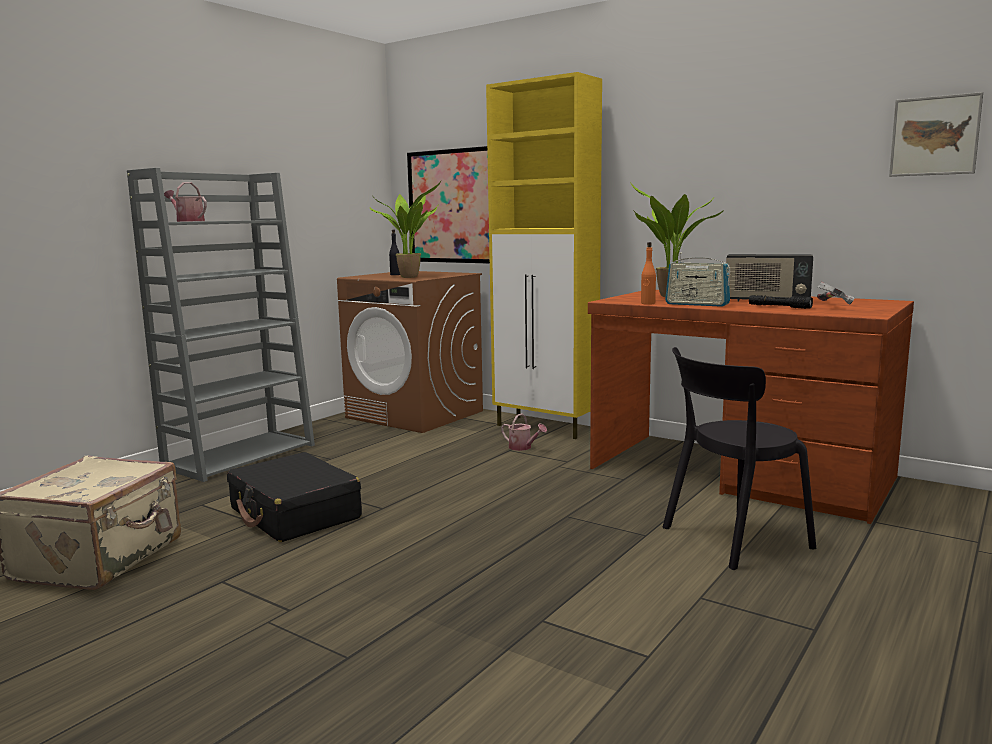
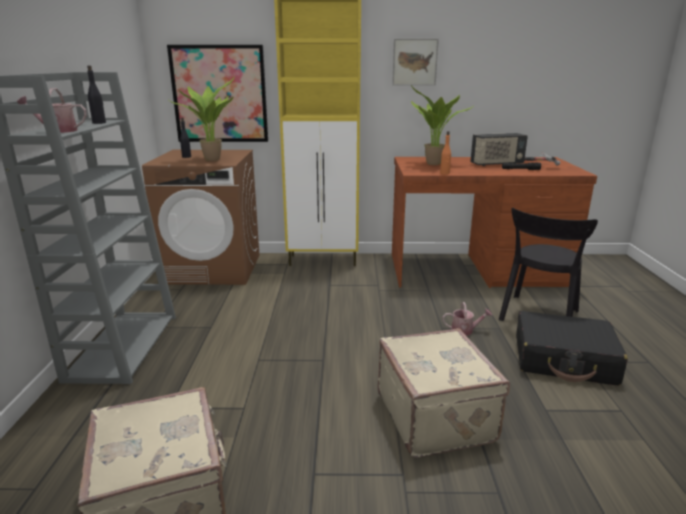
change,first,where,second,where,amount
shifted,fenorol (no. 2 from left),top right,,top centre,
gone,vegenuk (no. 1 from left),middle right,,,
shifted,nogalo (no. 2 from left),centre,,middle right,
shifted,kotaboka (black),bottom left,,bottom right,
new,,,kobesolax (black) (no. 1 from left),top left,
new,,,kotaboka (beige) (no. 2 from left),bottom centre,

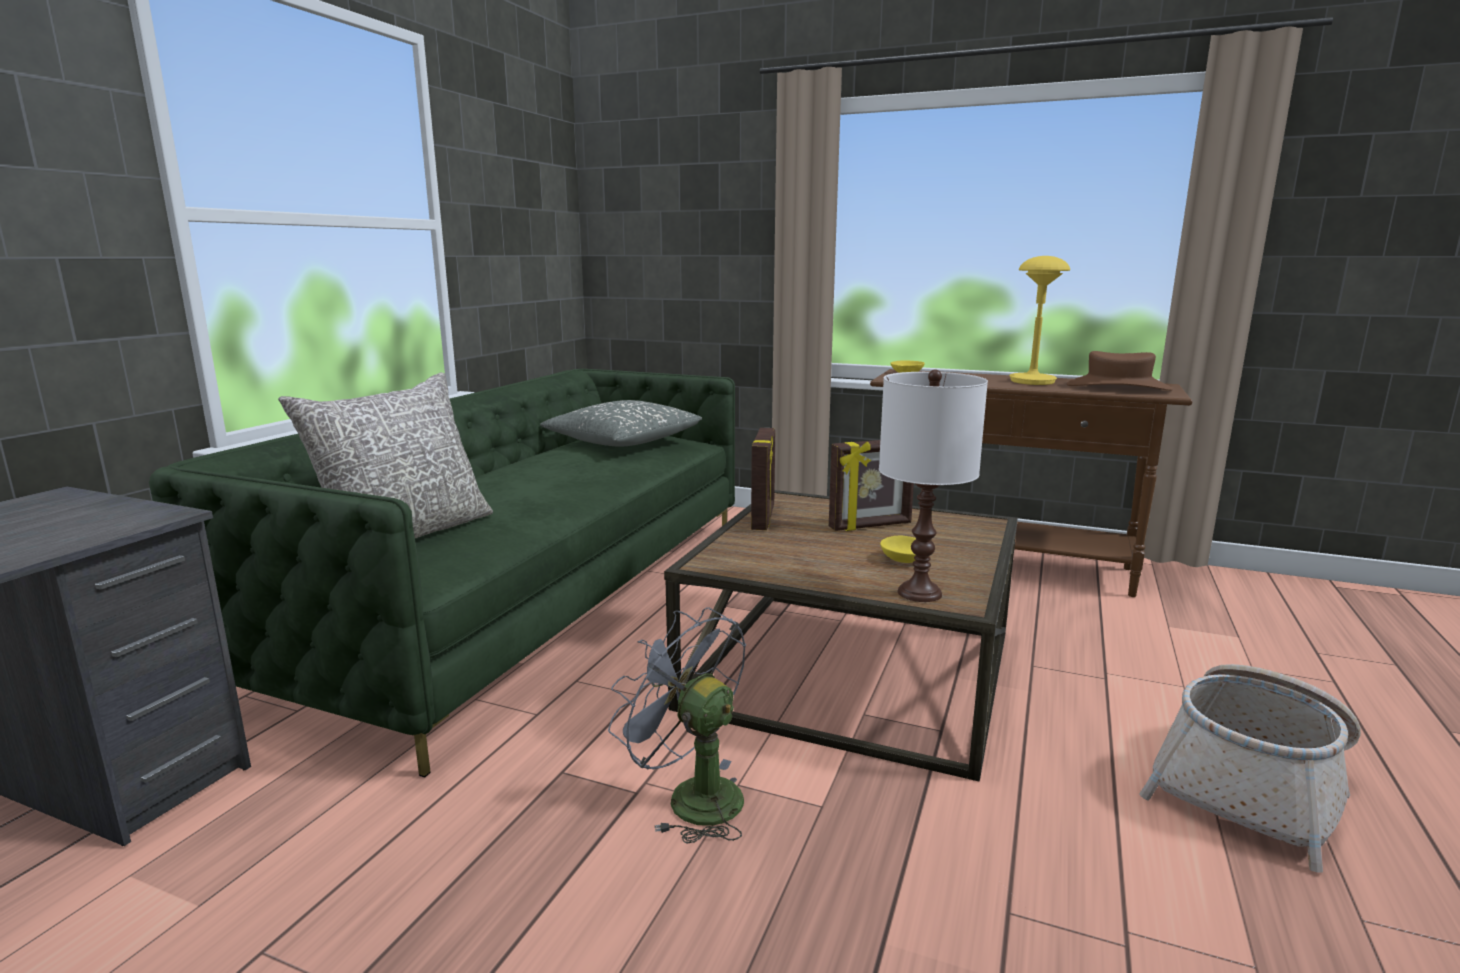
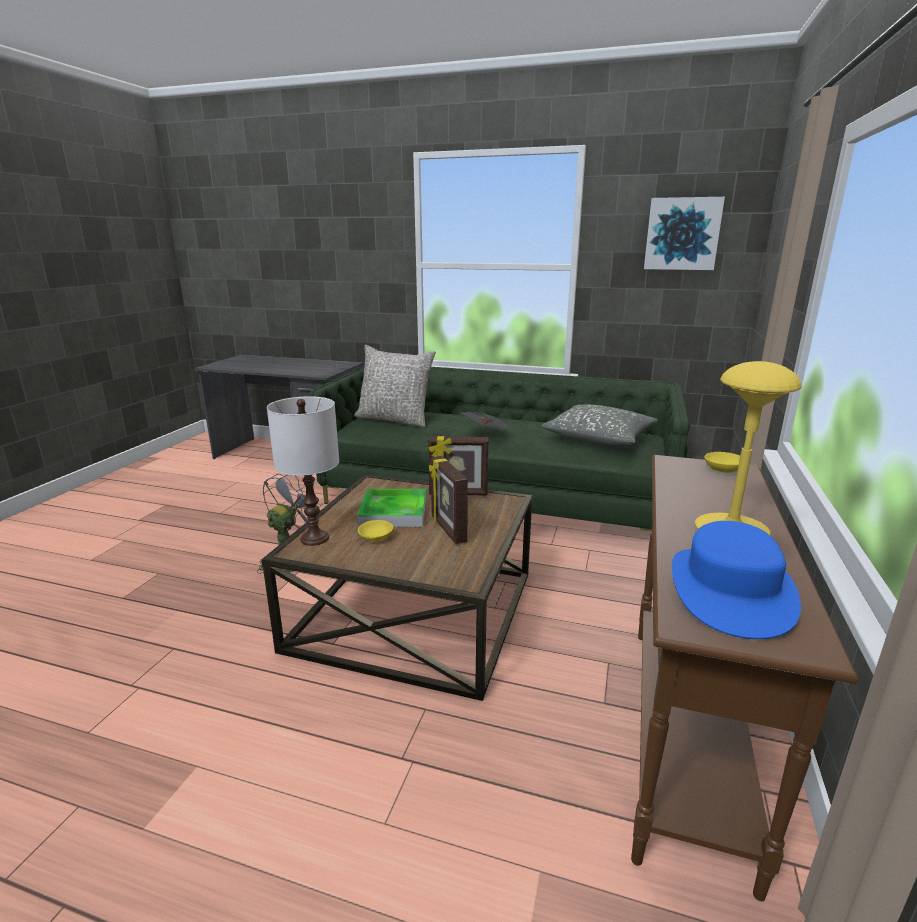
change,first,where,second,where,amount
repainted,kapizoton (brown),middle right,kapizoton (blue),middle right,
gone,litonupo,bottom right,,,
new,,,fenorol,top right,
new,,,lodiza,centre,
new,,,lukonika,centre,

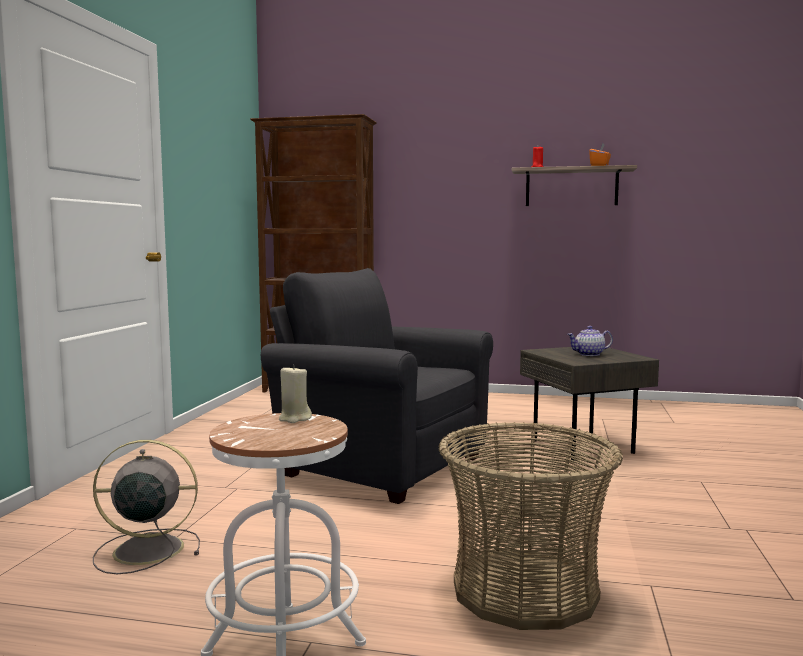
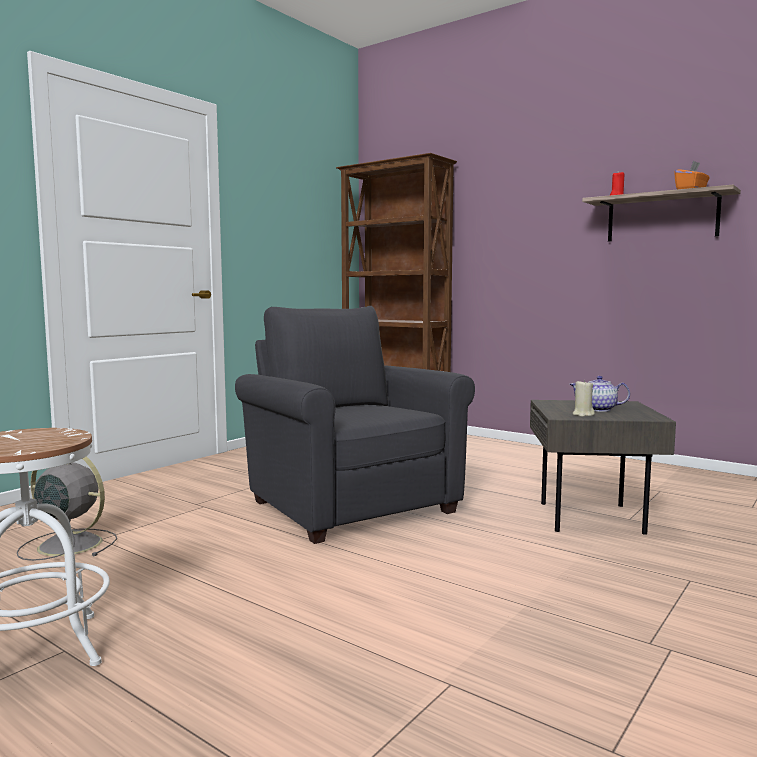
change,first,where,second,where,amount
shifted,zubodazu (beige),centre,,middle right,
gone,litonupo,bottom centre,,,

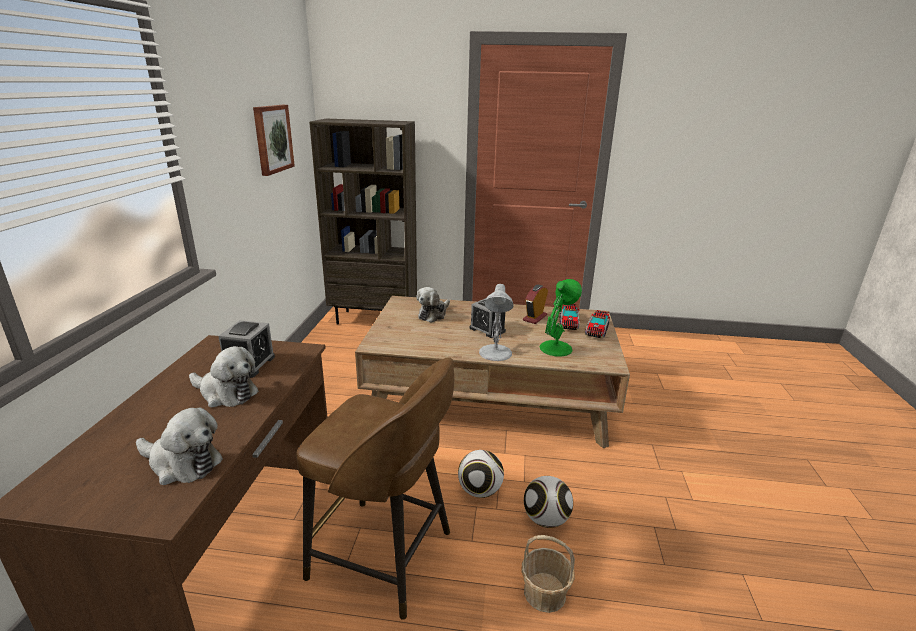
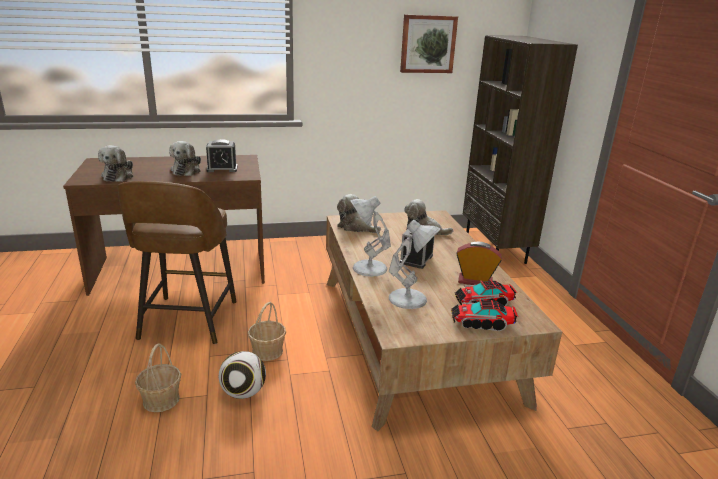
change,first,where,second,where,amount
repainted,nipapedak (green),centre,nipapedak (white) (no. 2 from left),centre,
swapped,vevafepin (no. 1 from left),bottom centre,litonupo (no. 2 from left),bottom centre,
new,,,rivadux (no. 3 from left),centre,

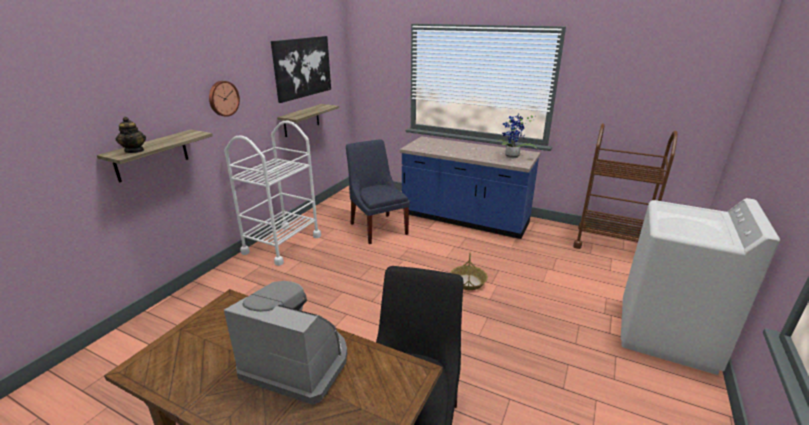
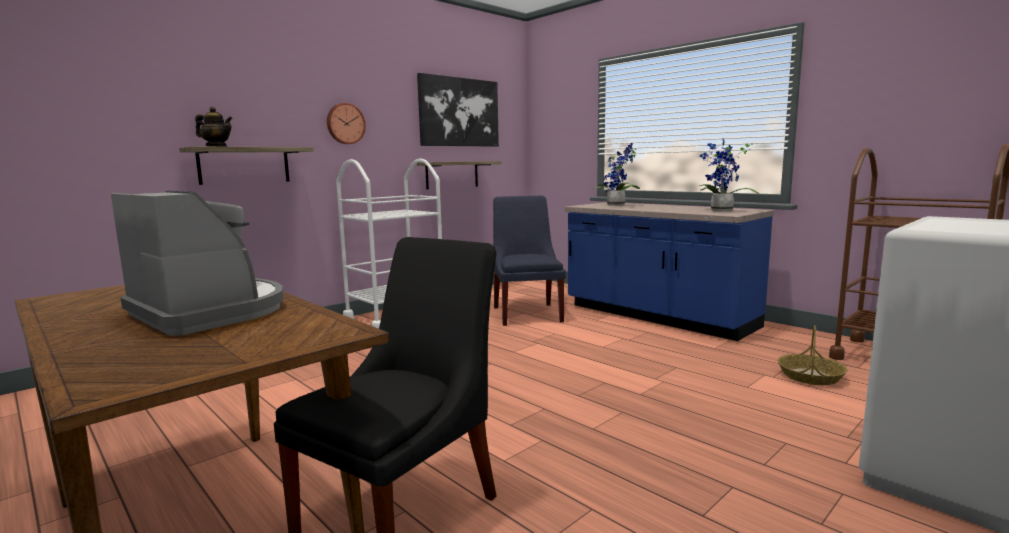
change,first,where,second,where,amount
rotated,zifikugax,top left,,top left,75 degrees counterclockwise
shifted,litonupo,centre,,middle right,
new,,,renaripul (no. 1 from left),top centre,

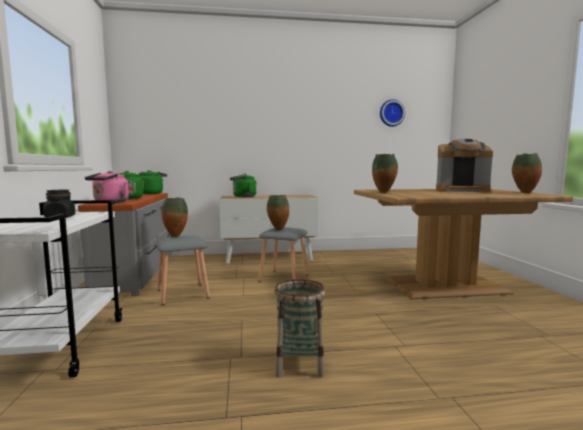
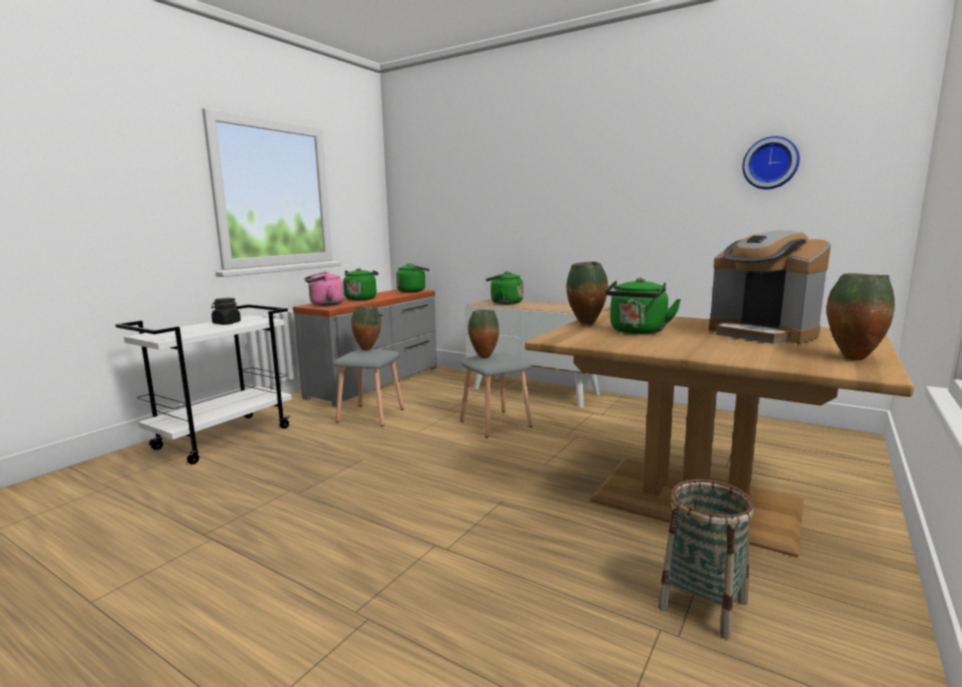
change,first,where,second,where,amount
shifted,litonupo,bottom centre,,bottom right,
new,,,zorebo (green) (no. 4 from left),middle right,

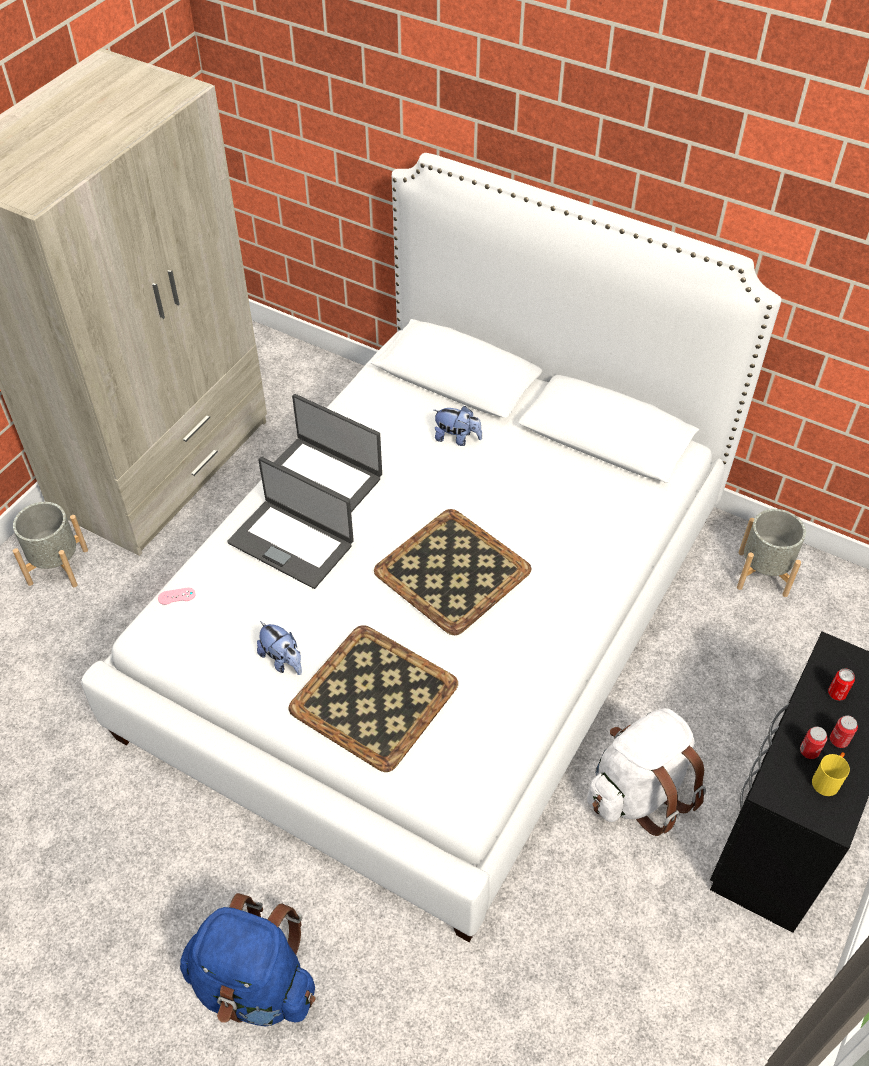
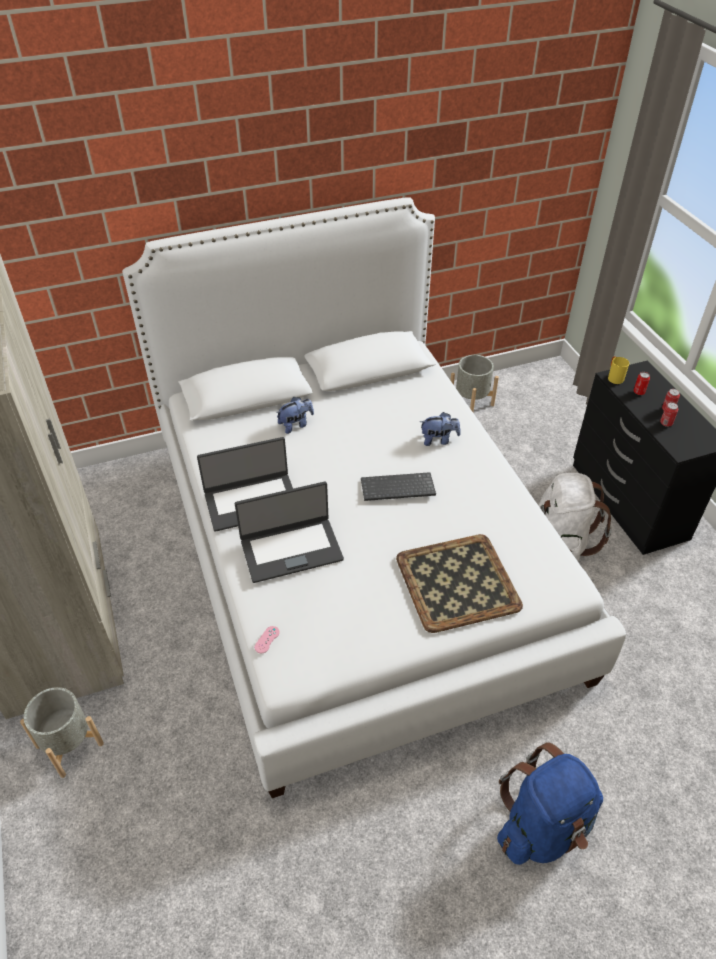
change,first,where,second,where,amount
swapped,lukonika (no. 2 from left),centre,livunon,centre,
shifted,rivadux (no. 1 from left in the first image),middle left,rivadux (no. 2 from left),centre,
shifted,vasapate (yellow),bottom right,,middle right,

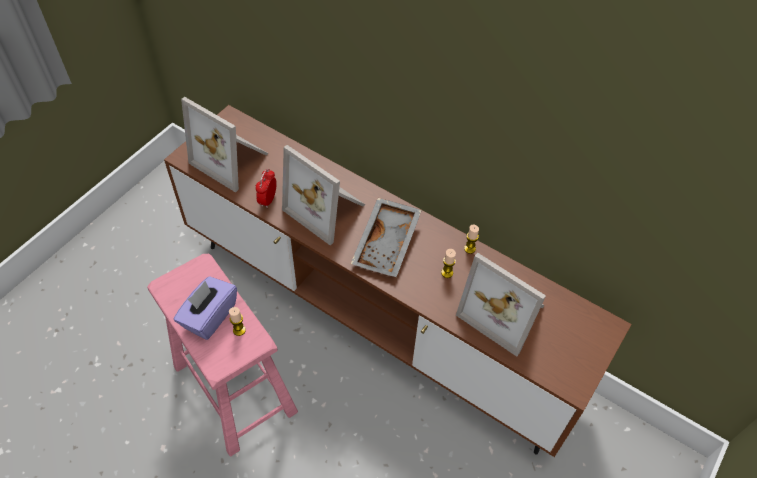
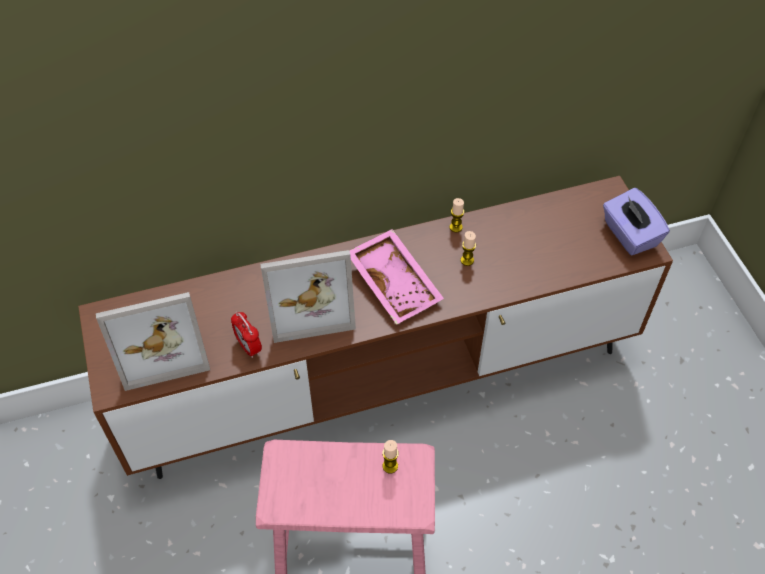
change,first,where,second,where,amount
repainted,lukonika (grey),centre,lukonika (pink),centre,
gone,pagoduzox (no. 3 from left),centre,,,
shifted,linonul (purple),middle left,,middle right,

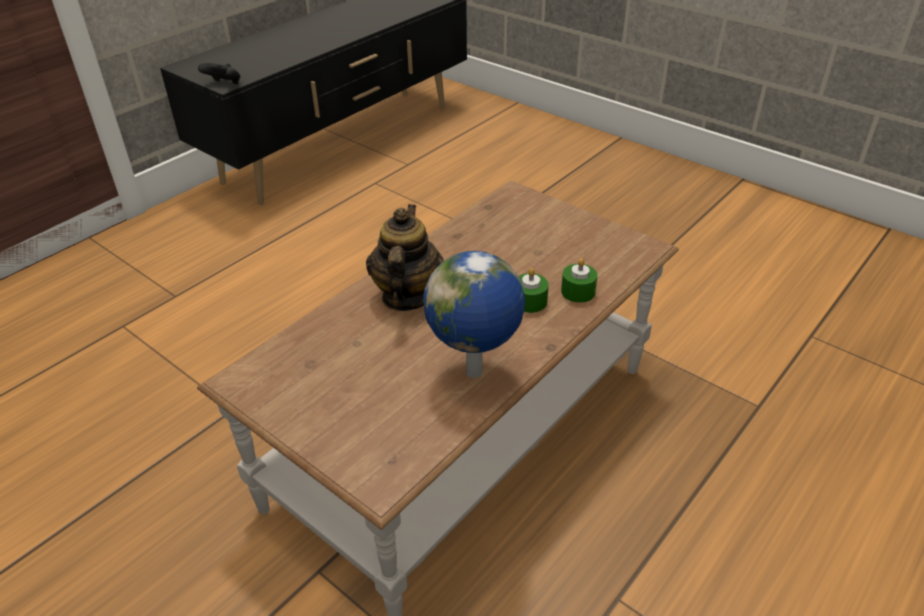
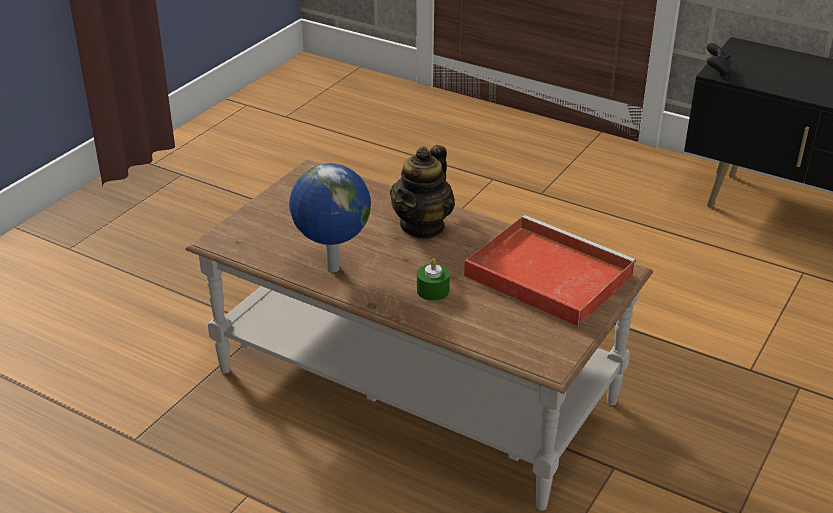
change,first,where,second,where,amount
rotated,zifikugax,centre,,centre,120 degrees clockwise
gone,zubodazu (green) (no. 2 from left),centre,,,
new,,,lukonika (red),centre,

